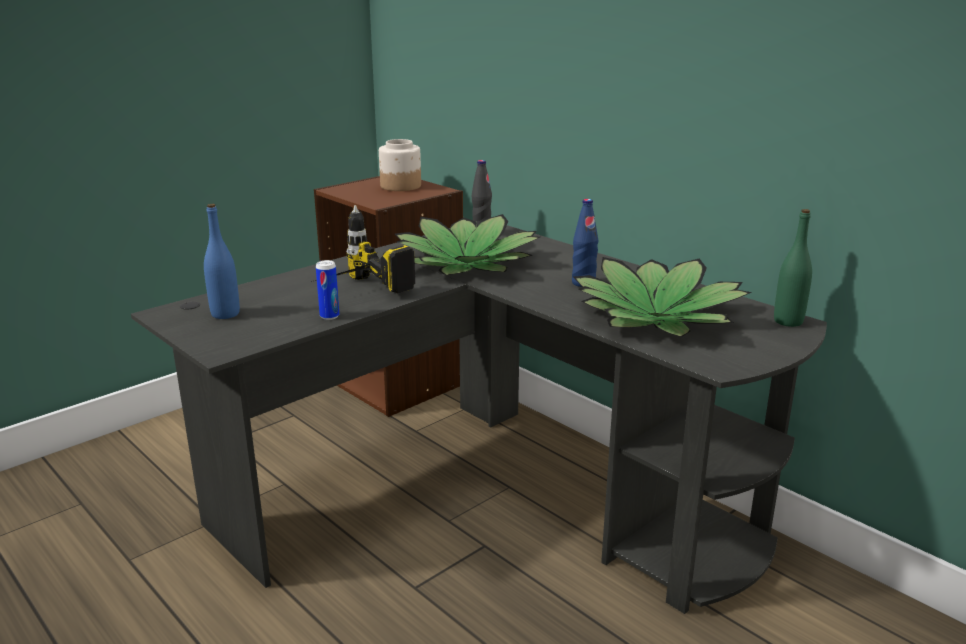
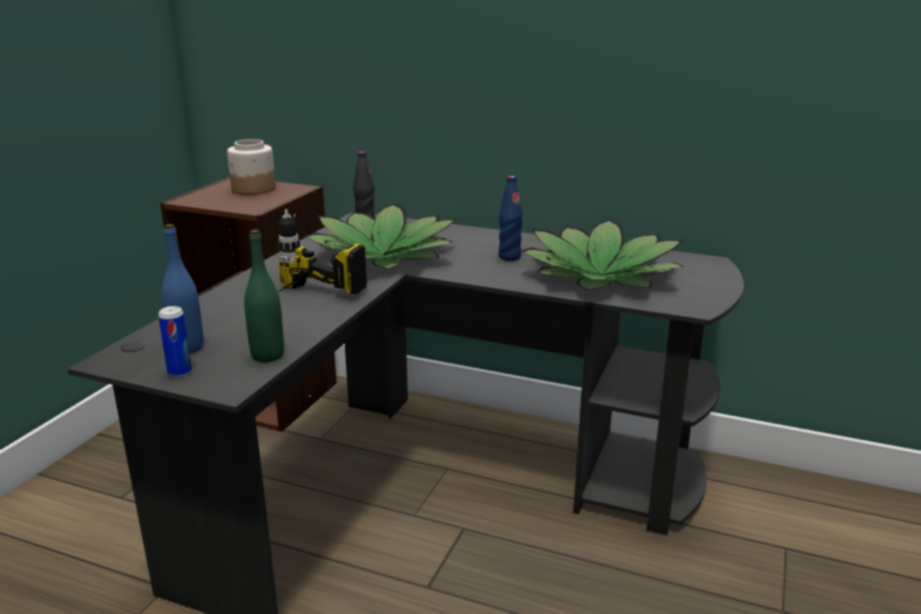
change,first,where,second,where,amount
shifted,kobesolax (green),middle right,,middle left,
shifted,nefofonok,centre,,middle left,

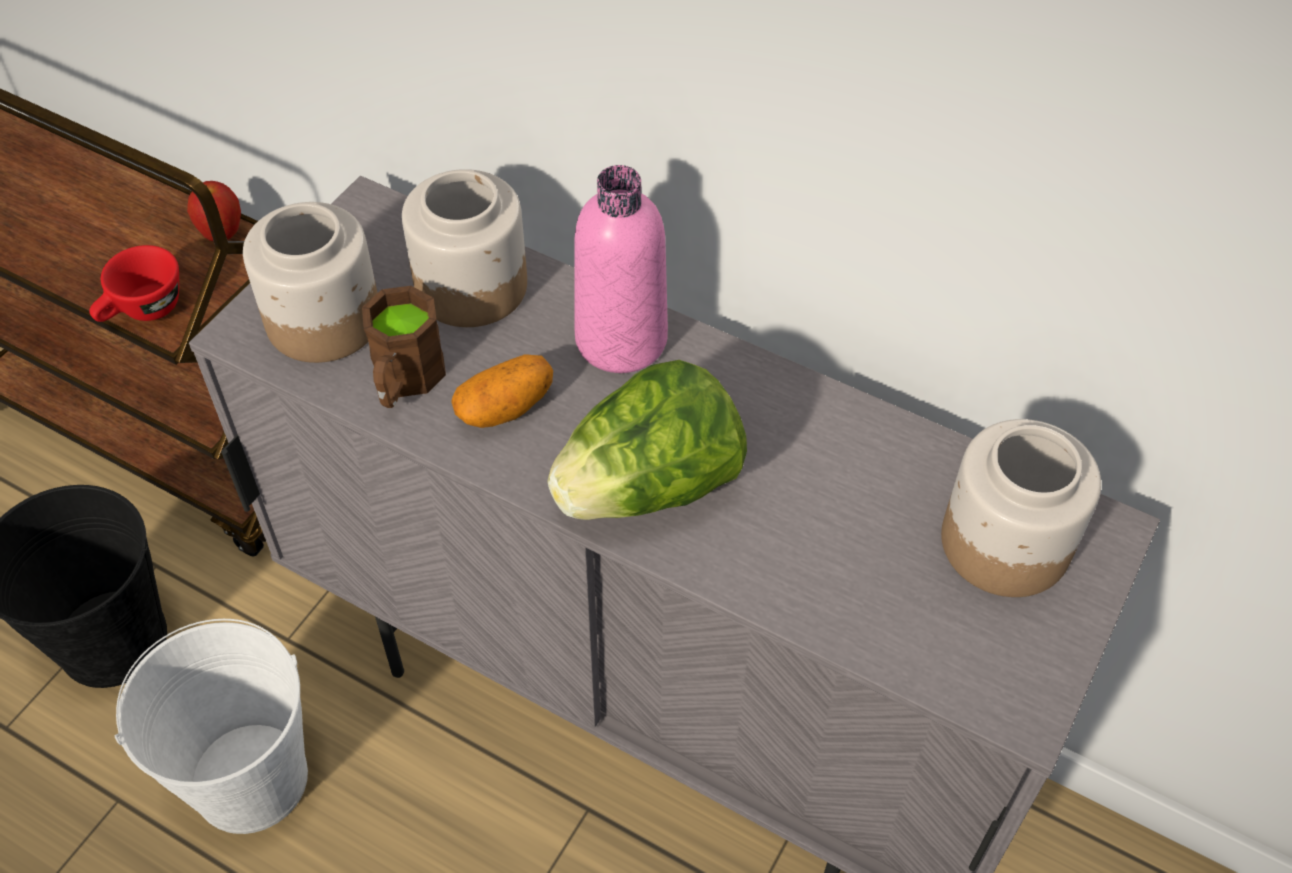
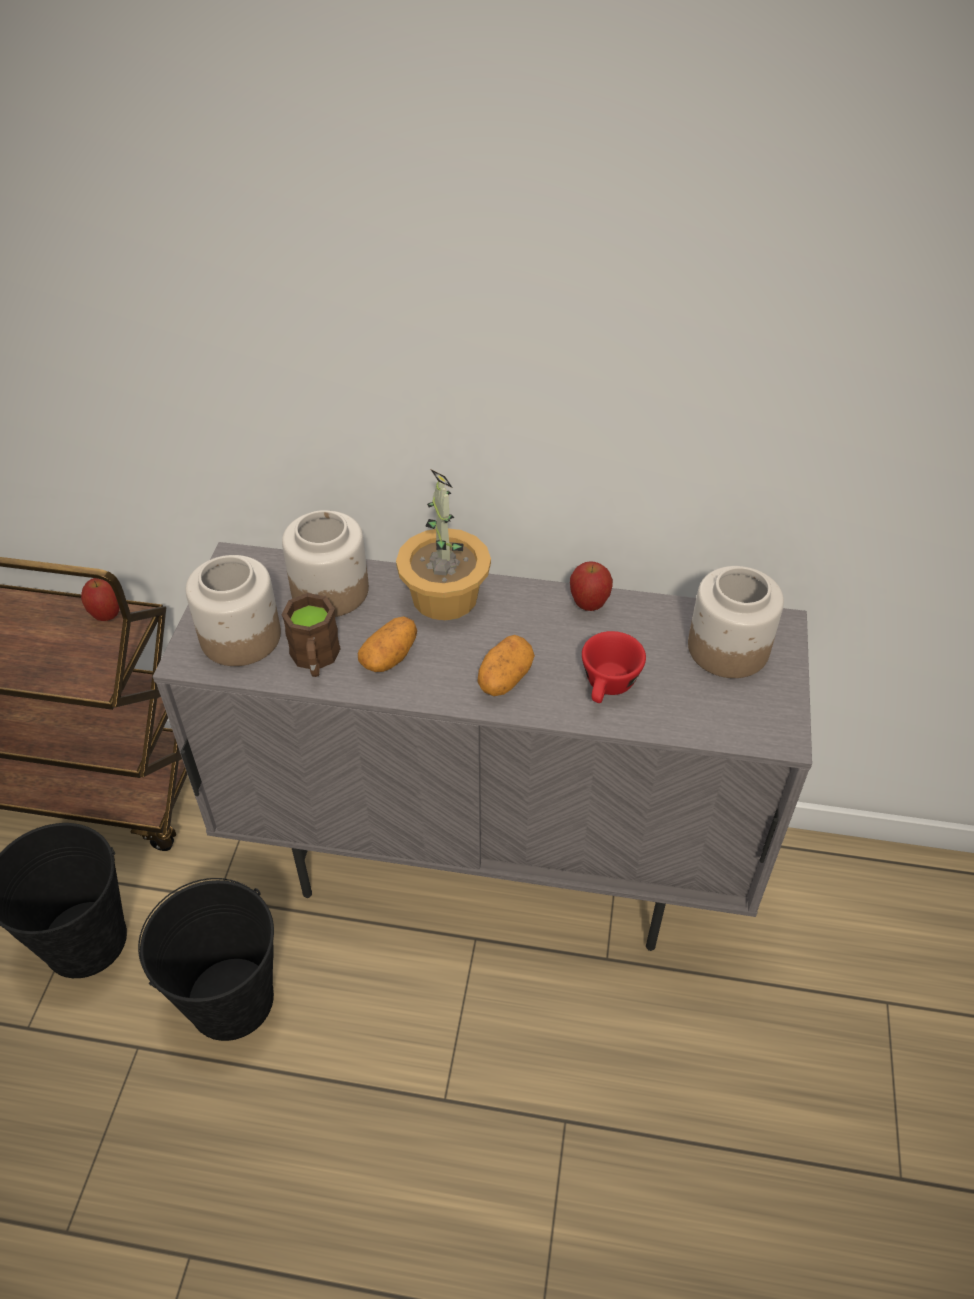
change,first,where,second,where,amount
swapped,kobesolax (pink),top centre,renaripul,centre,
shifted,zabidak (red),top left,,centre,
swapped,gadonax,centre,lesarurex (no. 2 from left),centre,
repainted,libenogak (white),bottom left,libenogak (black) (no. 2 from left),bottom left,
new,,,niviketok (no. 2 from left),centre,

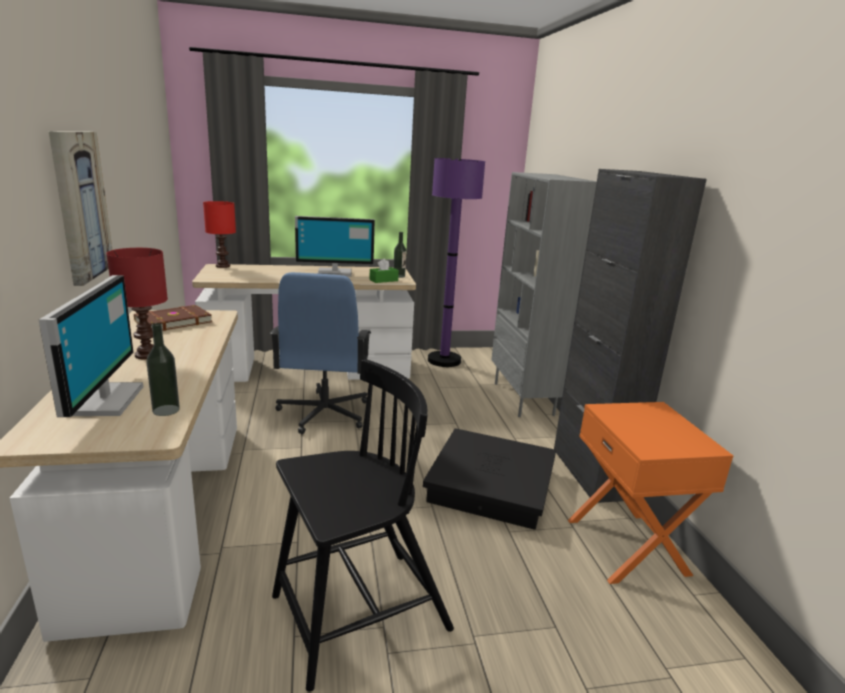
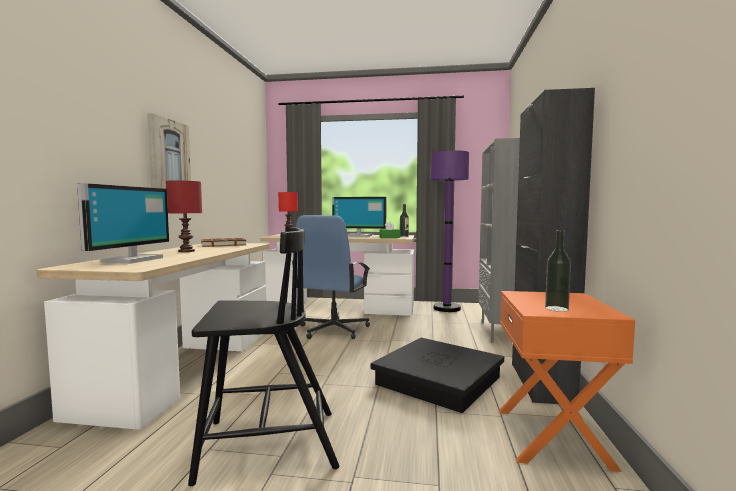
change,first,where,second,where,amount
shifted,kobesolax (no. 1 from left in the first image),middle left,kobesolax (no. 2 from left),middle right,

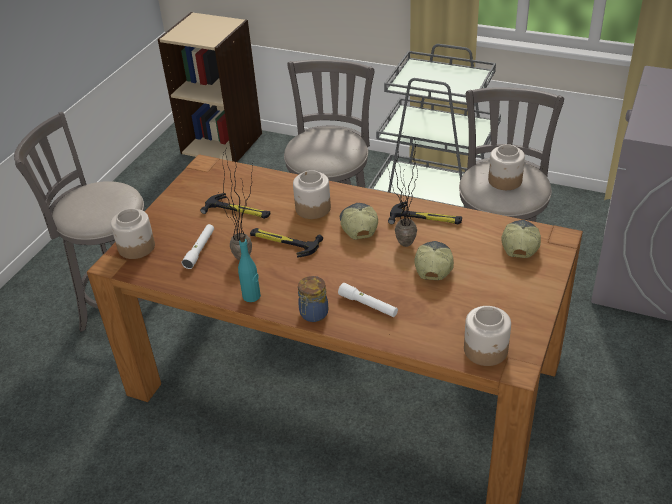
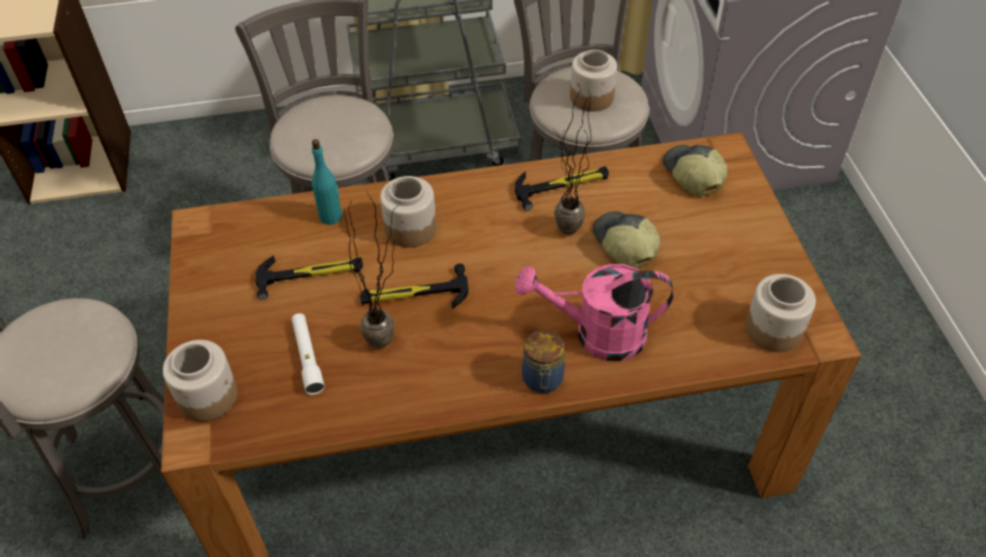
change,first,where,second,where,amount
gone,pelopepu (no. 1 from left),centre,,,
shifted,kobesolax (turquoise),centre,,top left,
swapped,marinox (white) (no. 2 from left),centre,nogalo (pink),centre,

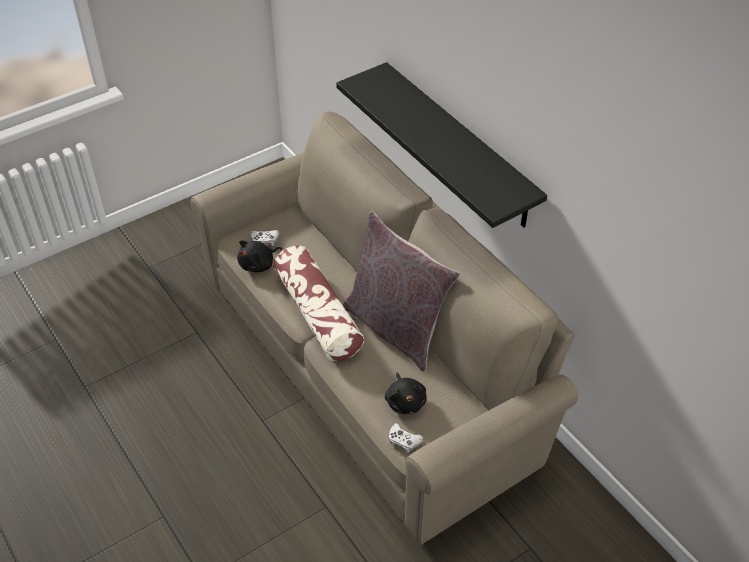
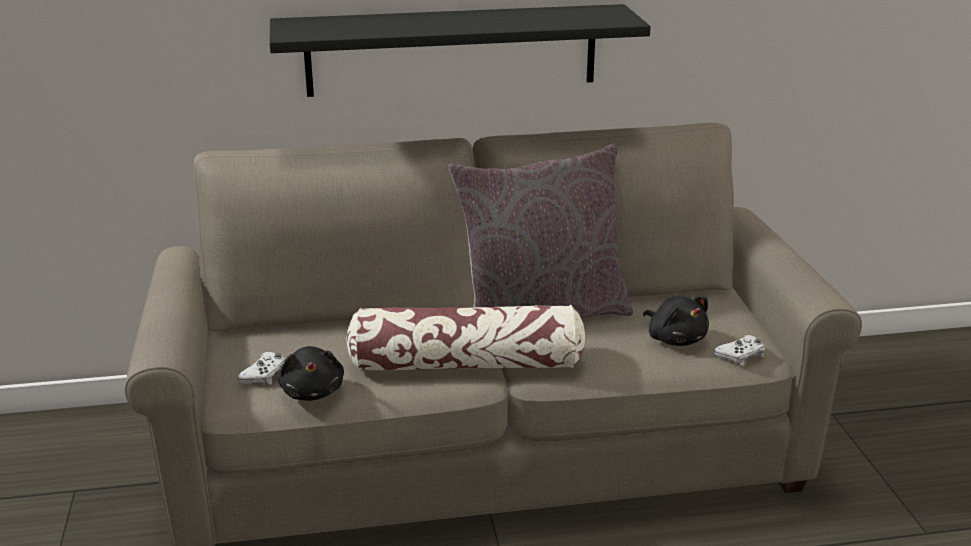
change,first,where,second,where,amount
rotated,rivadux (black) (no. 2 from left),bottom centre,,middle right,45 degrees clockwise

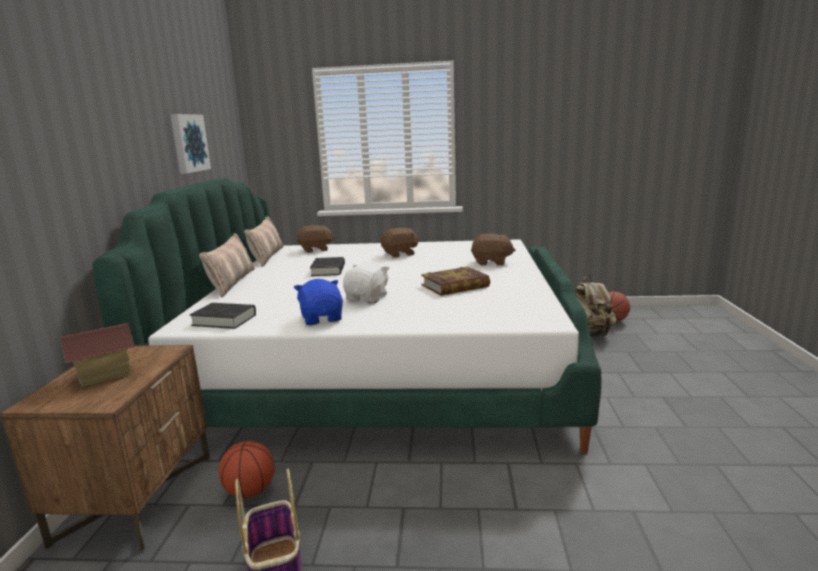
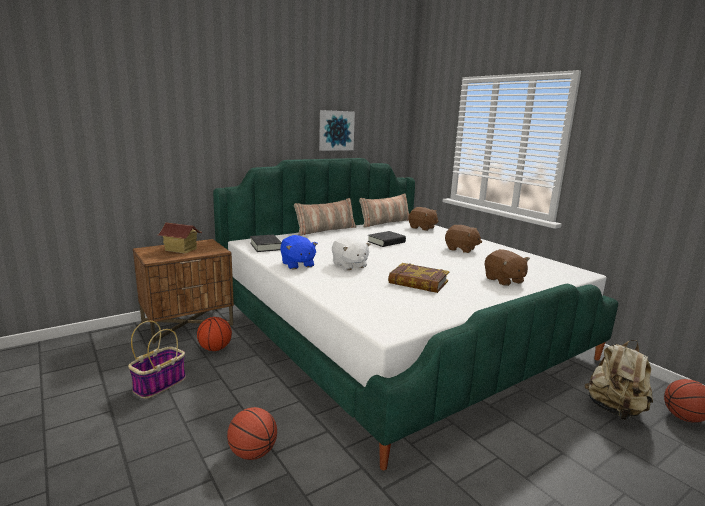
change,first,where,second,where,amount
rotated,rivadux (white),centre,,centre,75 degrees clockwise
rotated,rivadux (blue),centre,,centre,120 degrees clockwise
new,,,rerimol (no. 2 from left),bottom centre,

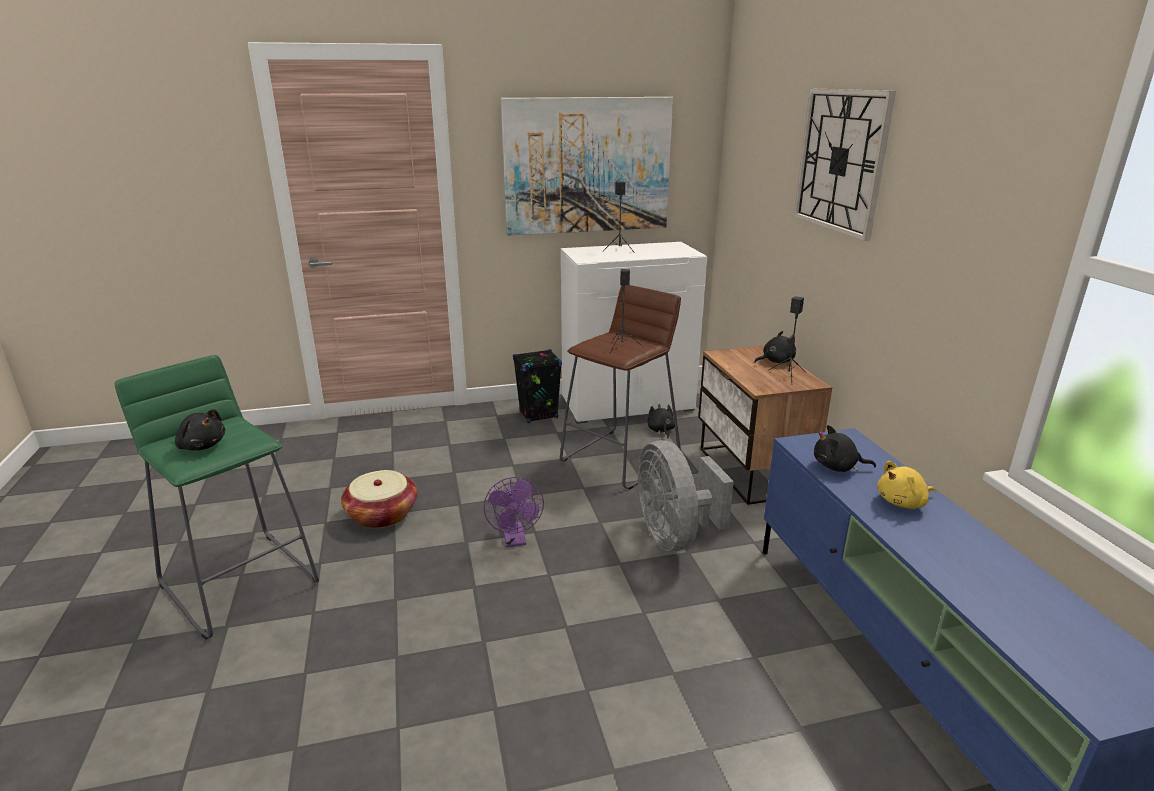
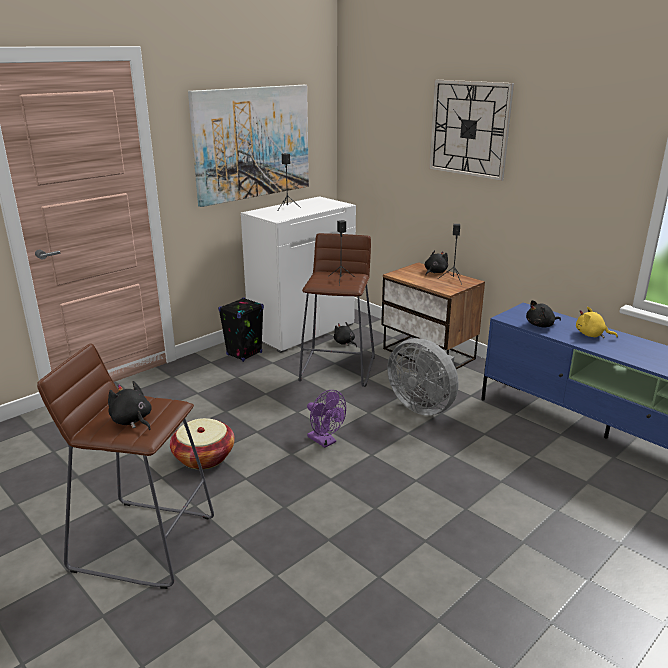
change,first,where,second,where,amount
repainted,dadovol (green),middle left,dadovol (brown) (no. 1 from left),bottom left,
rotated,rivadux (black) (no. 1 from left),middle left,,middle left,135 degrees counterclockwise
rotated,rivadux (yellow),middle right,,middle right,75 degrees clockwise

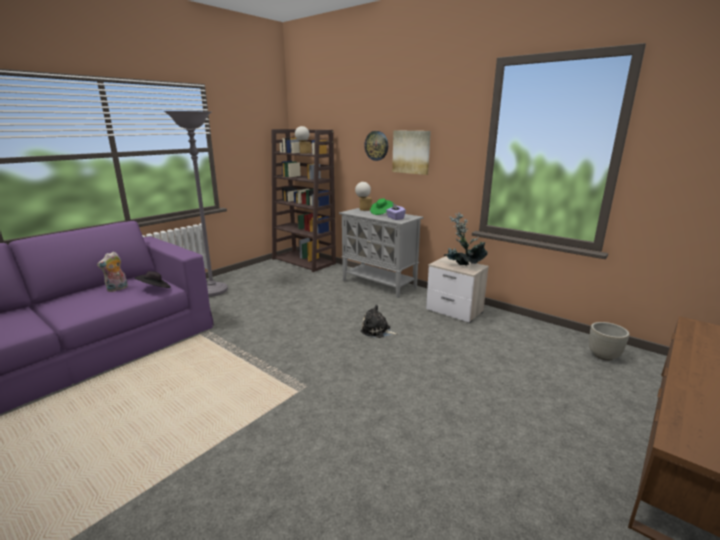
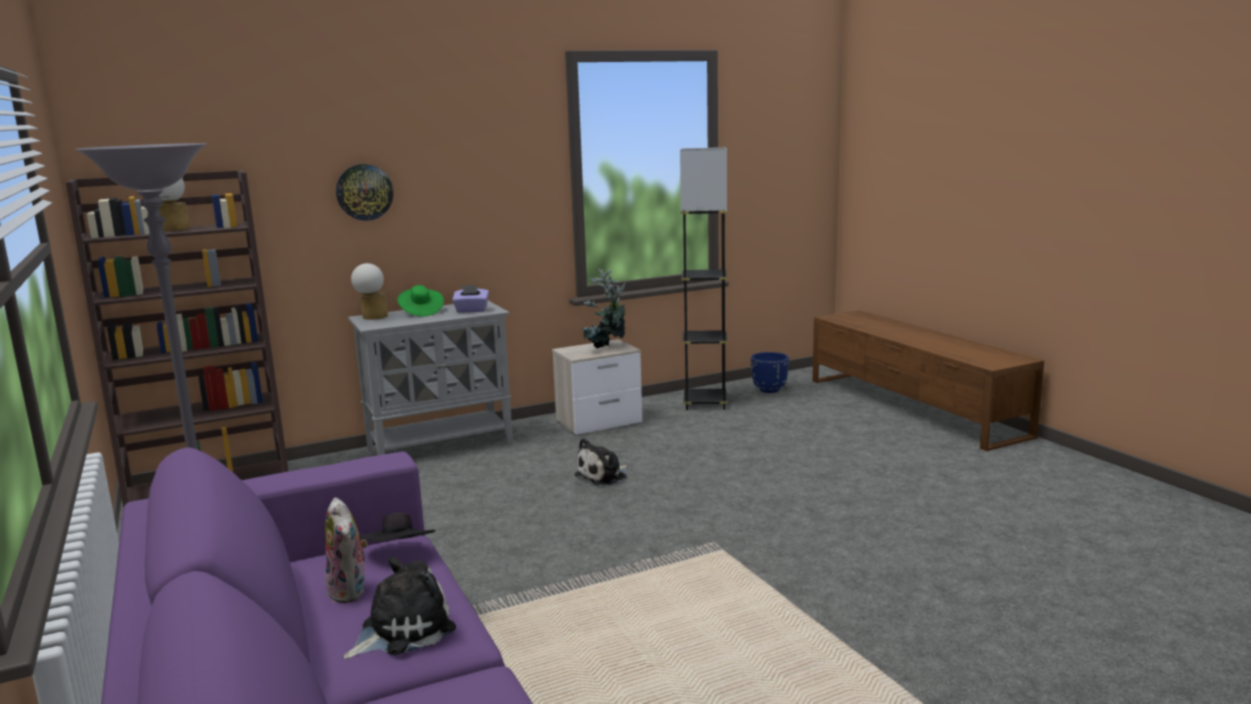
change,first,where,second,where,amount
gone,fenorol,top centre,,,
repainted,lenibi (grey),middle right,lenibi (blue),centre,
new,,,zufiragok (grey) (no. 2 from left),centre,
new,,,rivadux (no. 2 from left),bottom left,

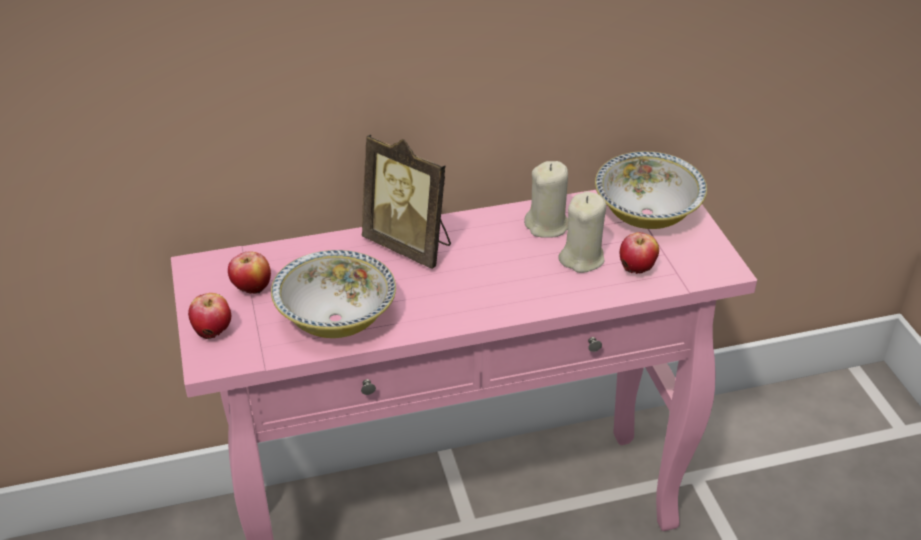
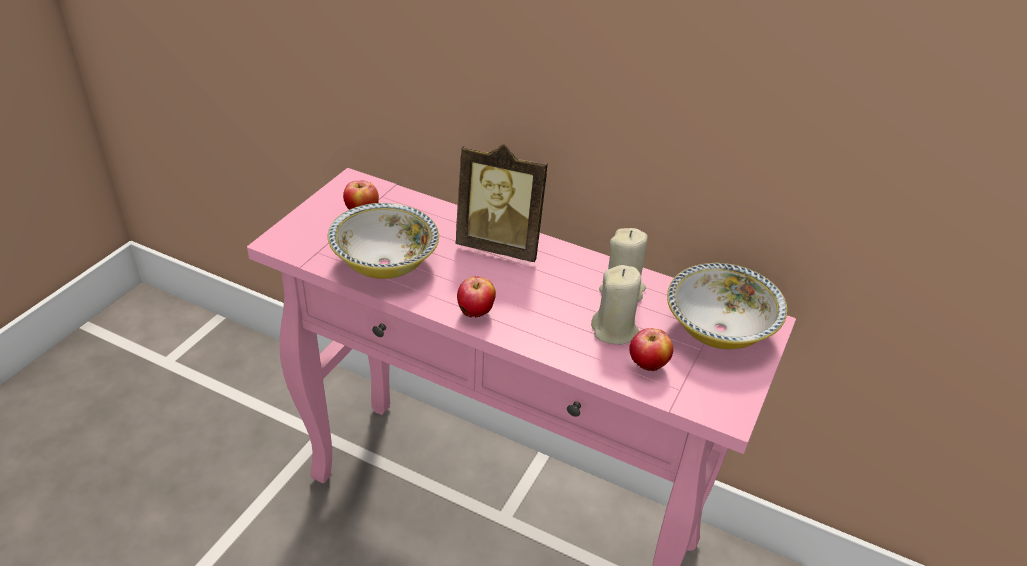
change,first,where,second,where,amount
rotated,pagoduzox,centre,,centre,60 degrees counterclockwise
shifted,niviketok (no. 1 from left in the first image),middle left,niviketok (no. 2 from left),centre,

